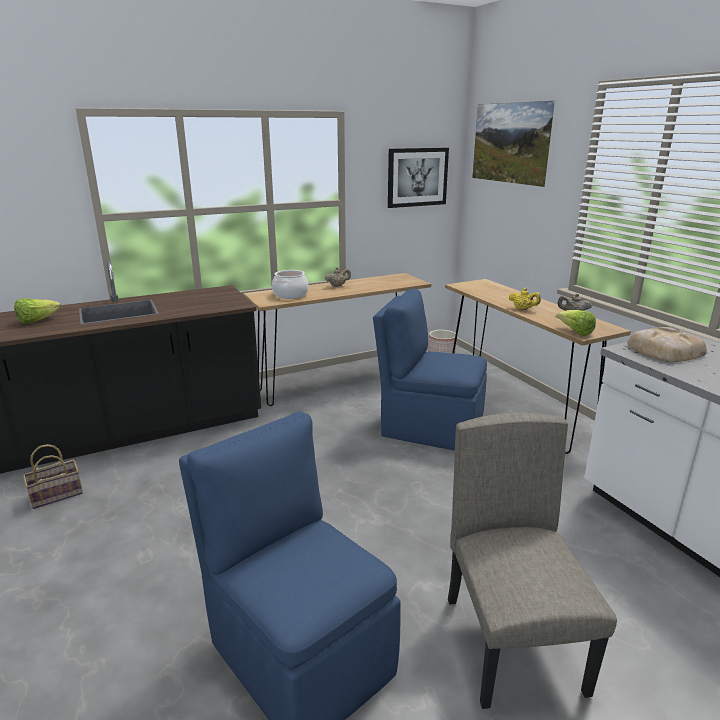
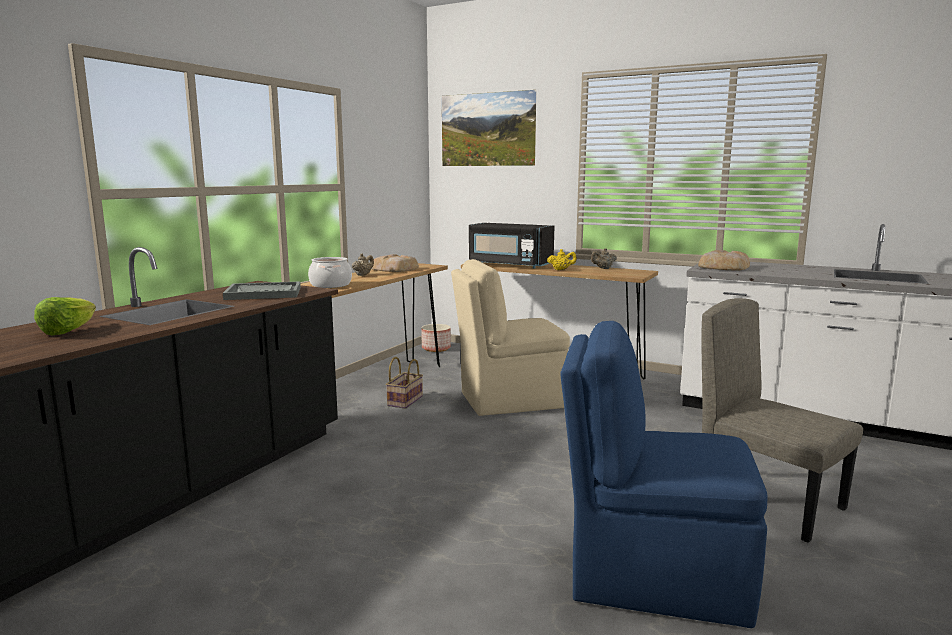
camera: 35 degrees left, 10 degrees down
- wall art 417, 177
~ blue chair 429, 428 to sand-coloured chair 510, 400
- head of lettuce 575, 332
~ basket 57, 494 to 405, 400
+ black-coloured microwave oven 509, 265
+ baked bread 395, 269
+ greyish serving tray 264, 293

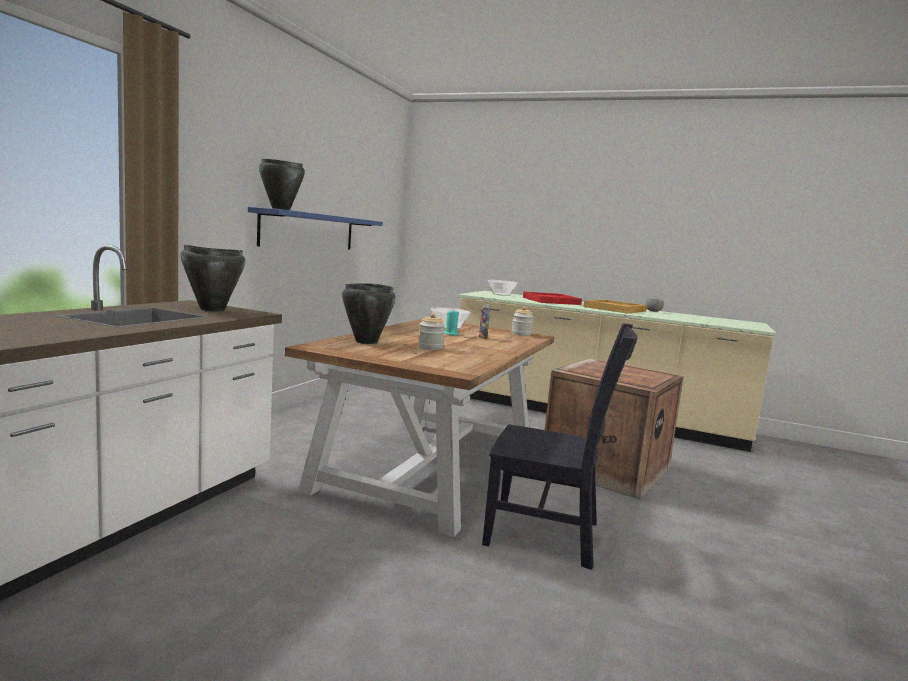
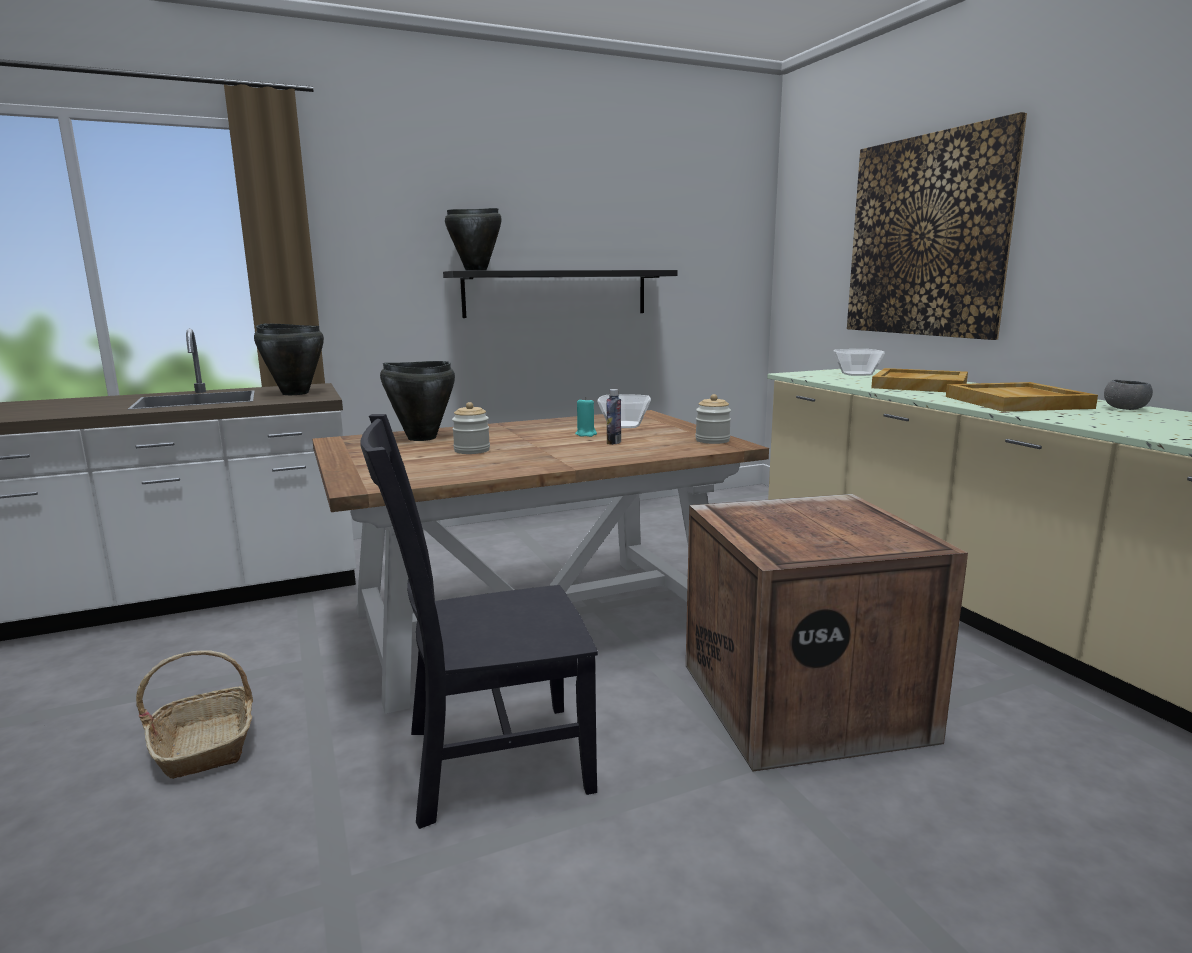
camera: 45 degrees right, 5 degrees up
~ blue shelf 309, 231 to black-coloured shelf 556, 293
~ red-coloured serving tray 550, 301 to sand-coloured serving tray 919, 385
~ black-coloured chair 548, 535 = 488, 761 105 degrees clockwise
+ wall art 926, 236
+ basket 206, 744

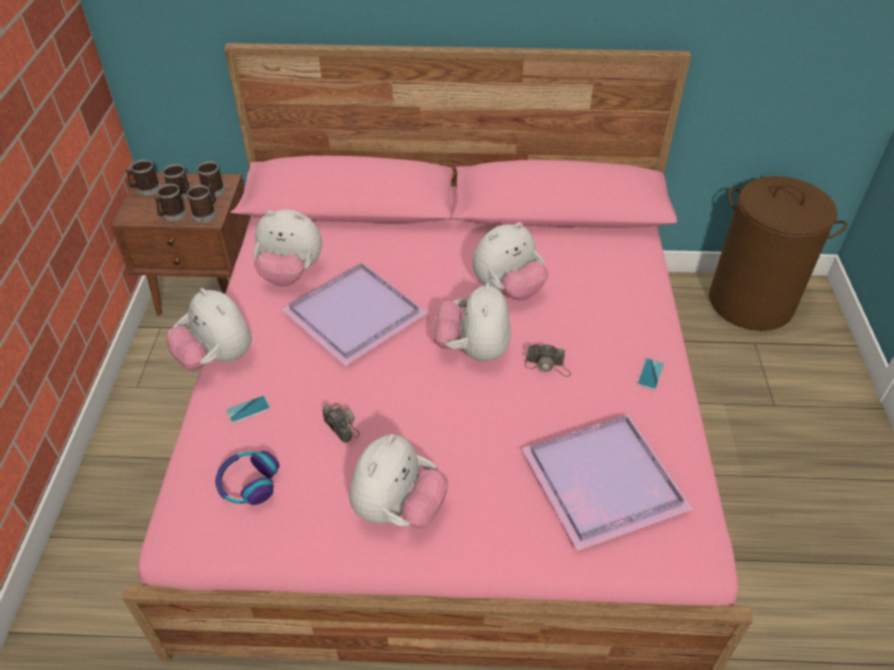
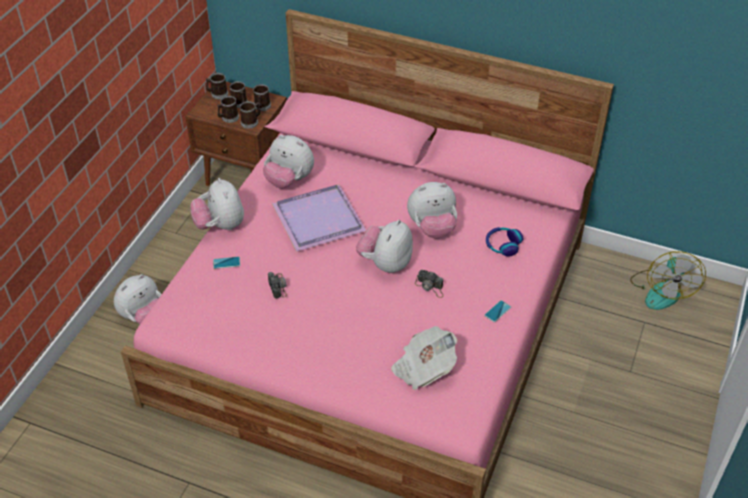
camera: 20 degrees right, 0 degrees up
~ brown-coloured washing basket 751, 302 to cooling fan 661, 290
~ purple-coloured serving tray 602, 484 to daily paper 423, 368
~ plush toy 398, 509 to 144, 317
~ headphones 248, 483 to 502, 245

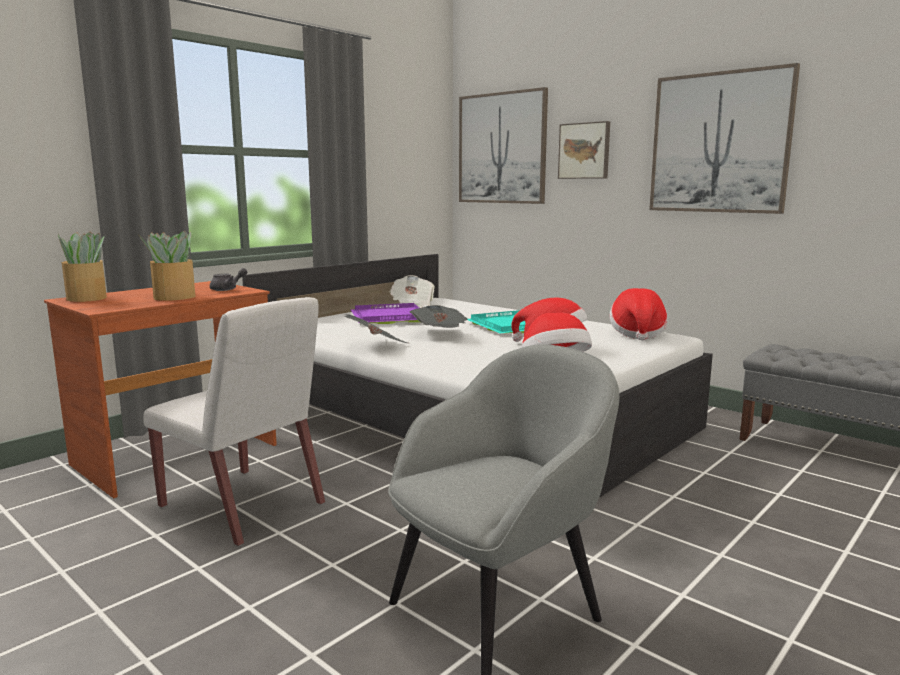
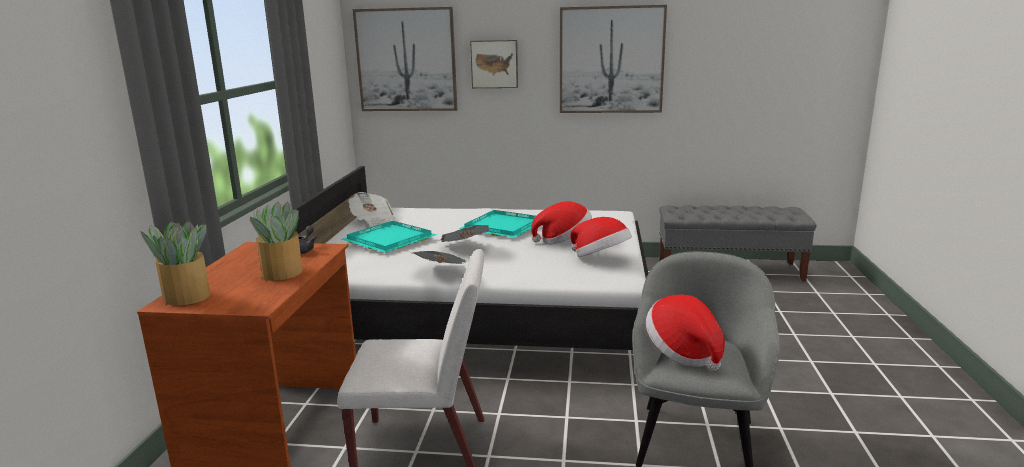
camera: 35 degrees left, 5 degrees up
~ wearable hat 637, 333 to 683, 352
~ purple-coloured serving tray 388, 317 to turquoise serving tray 387, 240

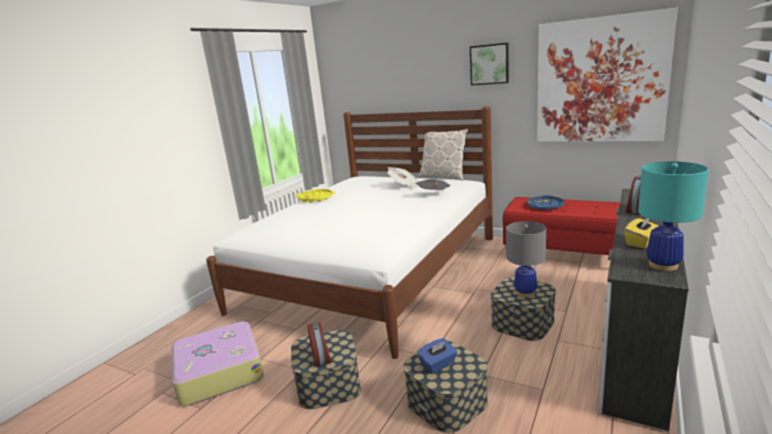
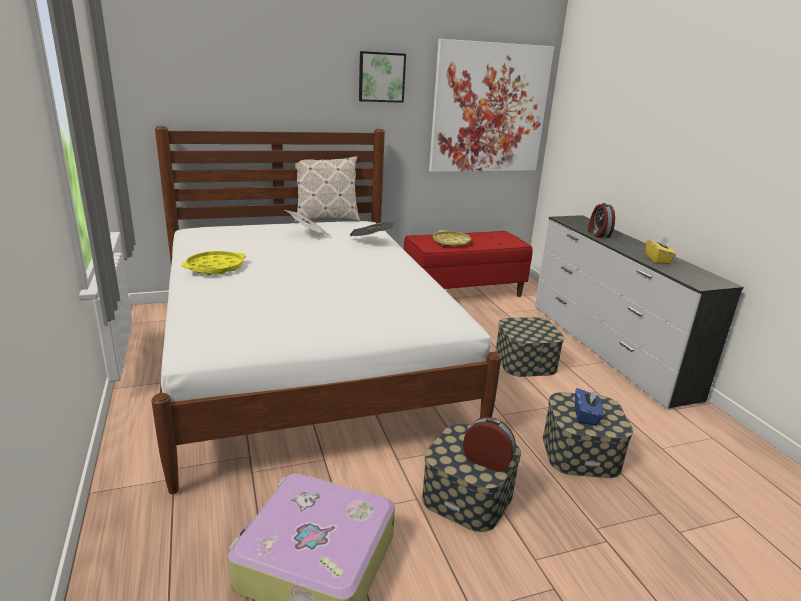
camera: 50 degrees left, 5 degrees up
- turquoise tabletop lamp 663, 265
~ blue serving tray 545, 206 to yellow serving tray 451, 242
- greyish tabletop lamp 525, 292

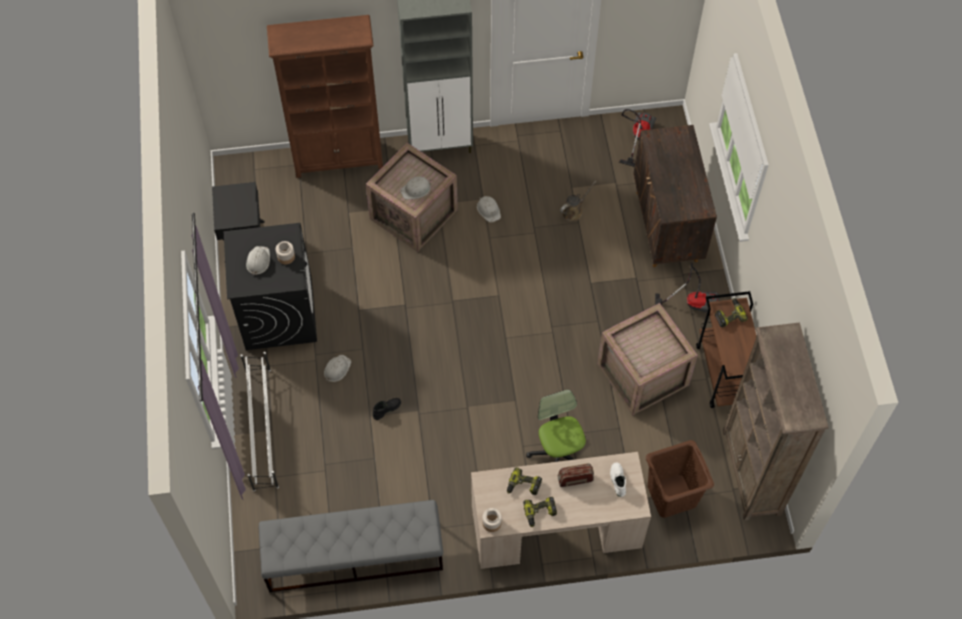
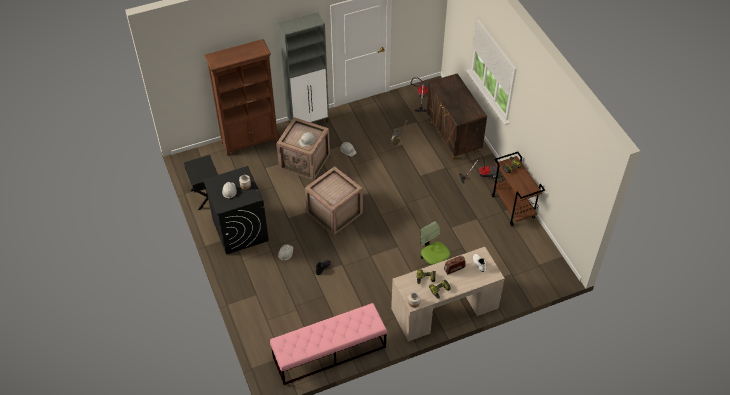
camera: 15 degrees left, 10 degrees down
~ packing crate 641, 374 to 333, 213
- brown-coloured bookcase 751, 473
- white shoe rack 262, 428
- brown-coloured washing basket 672, 496
~ greyish long seat 353, 556 to pink long seat 329, 352

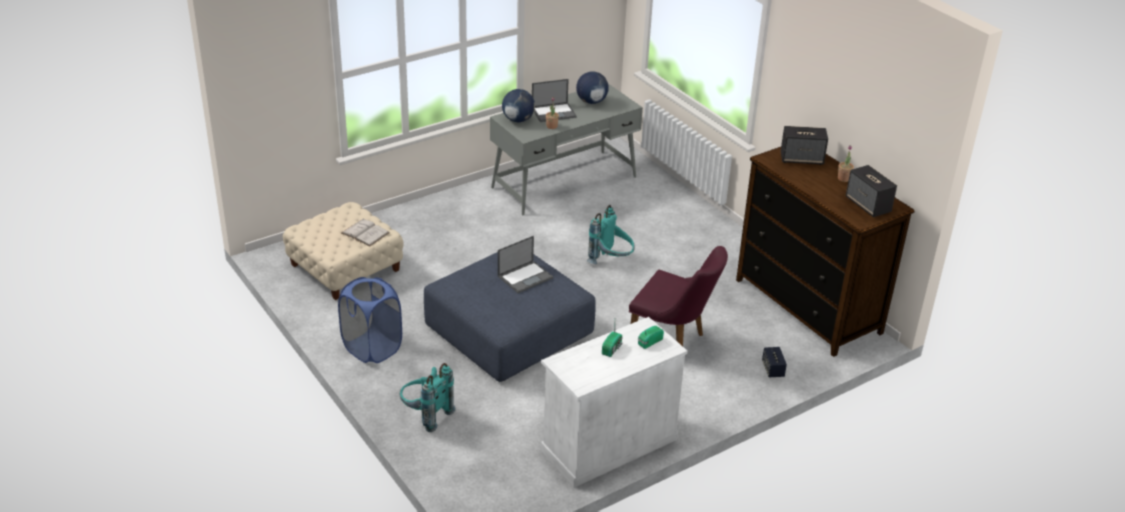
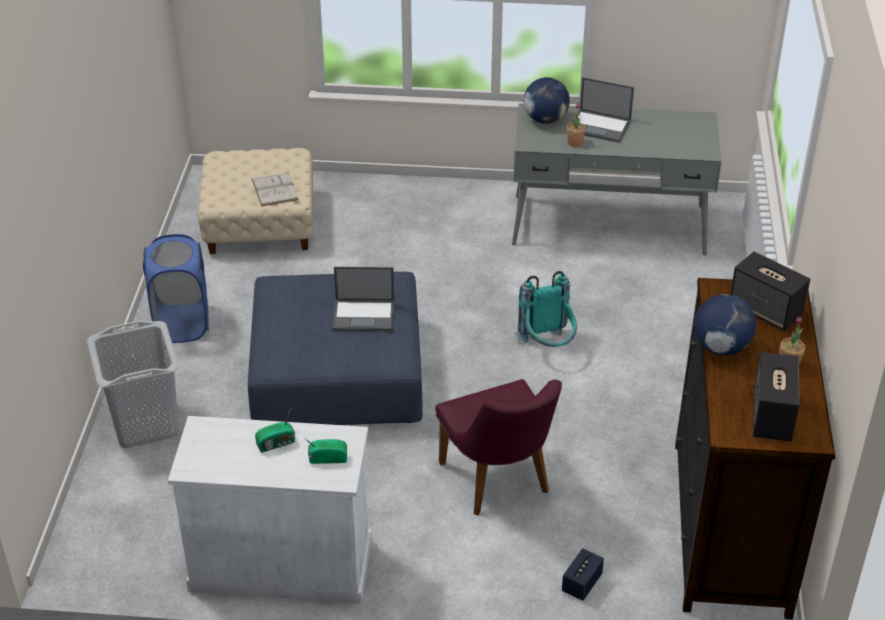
camera: 40 degrees right, 5 degrees up
~ desk globe 591, 102 to 720, 347
~ turquoise backpack 425, 415 to greyish washing basket 145, 424

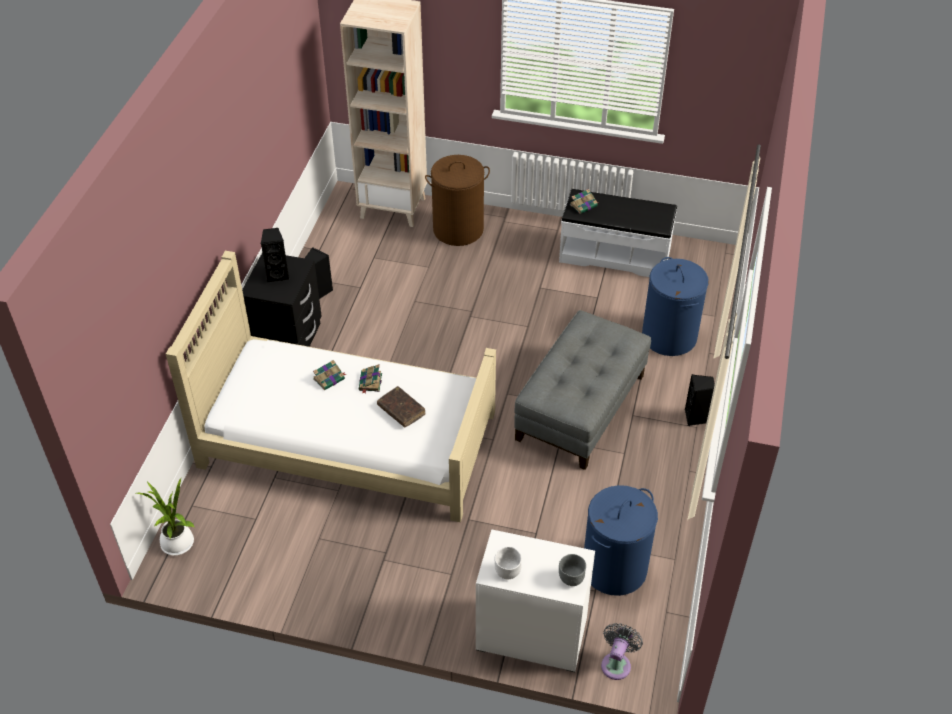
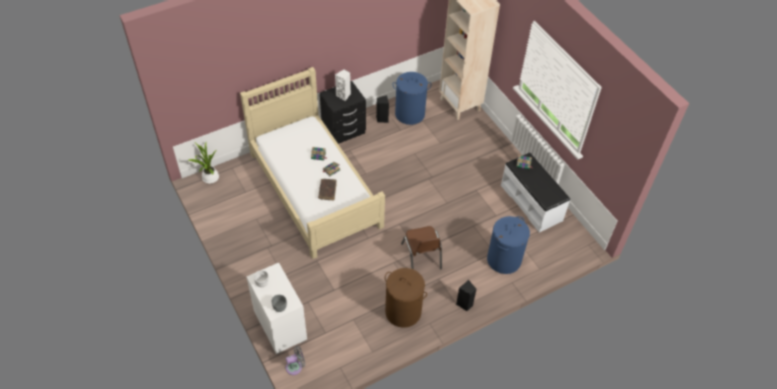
camera: 45 degrees right, 5 degrees up
~ brown-coloured washing basket 458, 229 to 403, 311
~ black-coloured loudspeaker 278, 275 to white loudspeaker 344, 95
~ greyish footrest 581, 407 to brown-coloured chair 421, 256
~ blue washing basket 614, 569 to 409, 114

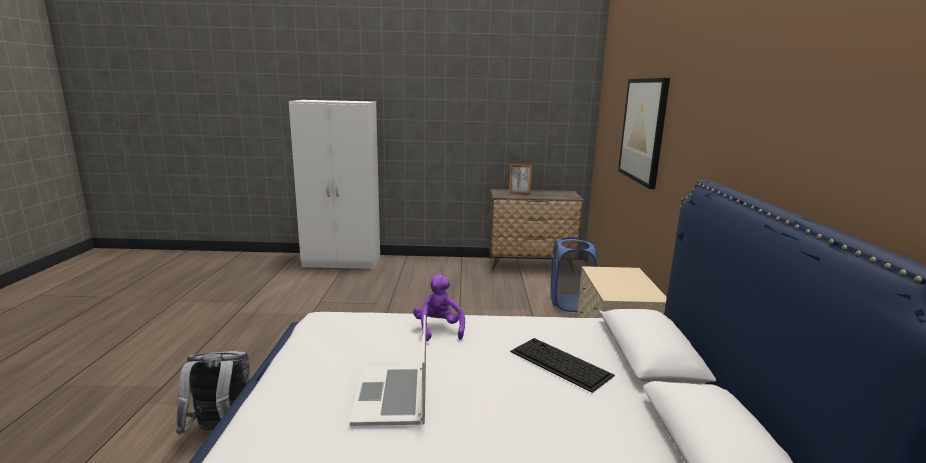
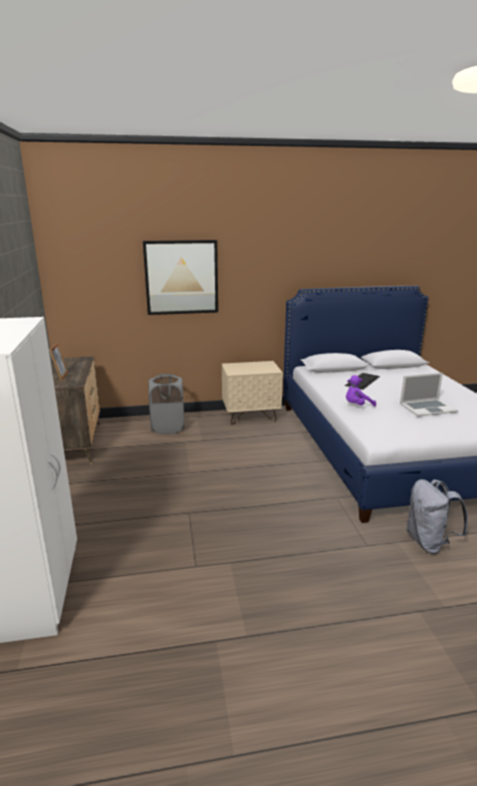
camera: 100 degrees left, 5 degrees up
~ blue washing basket 570, 303 to greyish washing basket 168, 427

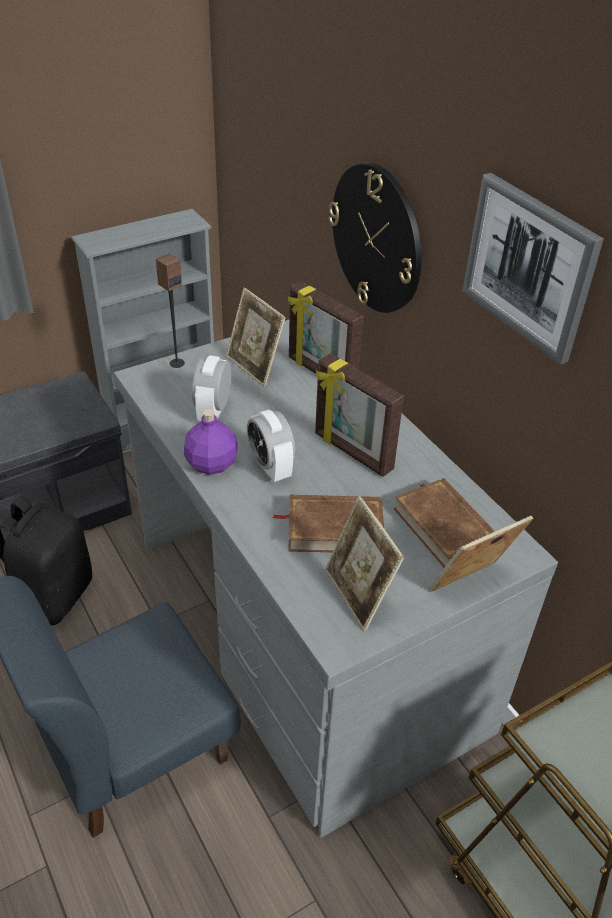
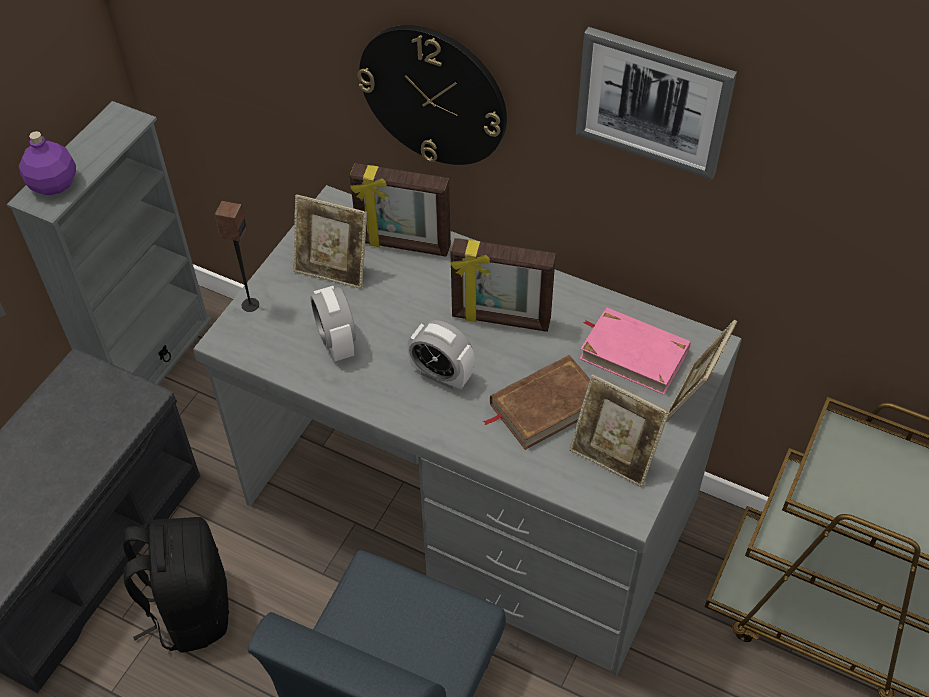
camera: 30 degrees left, 10 degrees up
~ purple-coloured beverage bottle 212, 464 to 54, 184
~ brown-coloured bound book 444, 527 to pink bound book 633, 354

